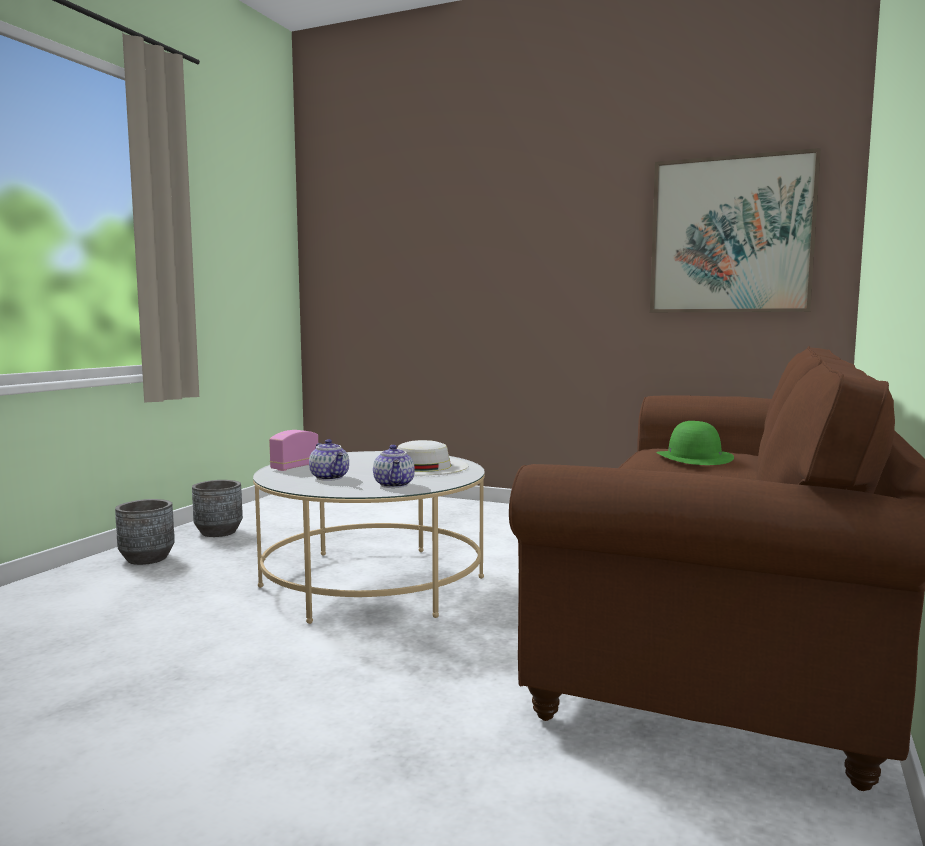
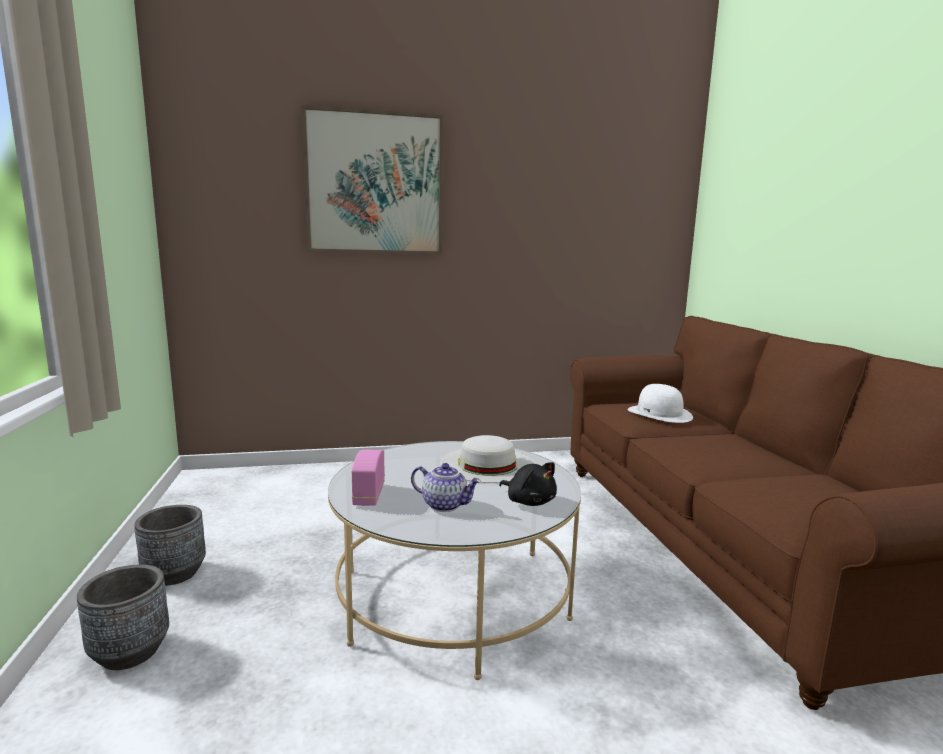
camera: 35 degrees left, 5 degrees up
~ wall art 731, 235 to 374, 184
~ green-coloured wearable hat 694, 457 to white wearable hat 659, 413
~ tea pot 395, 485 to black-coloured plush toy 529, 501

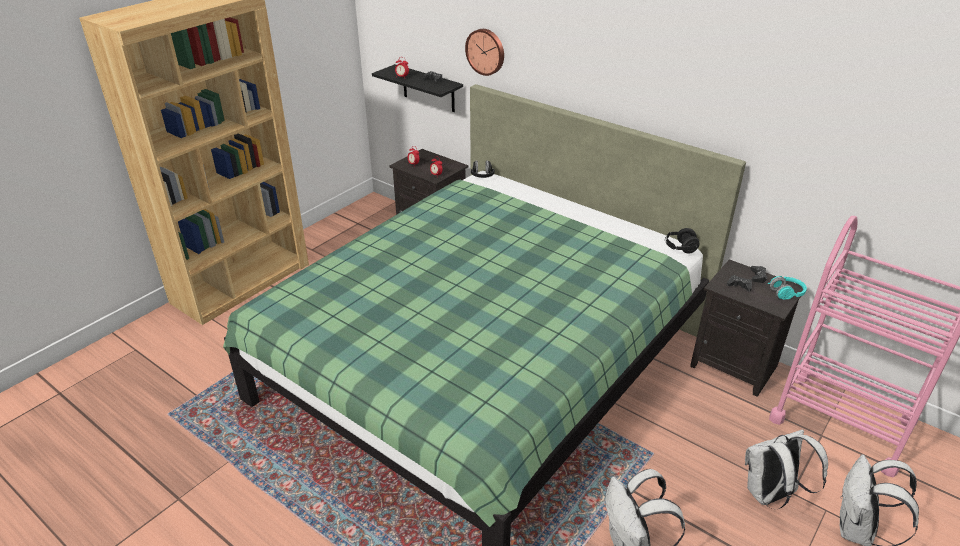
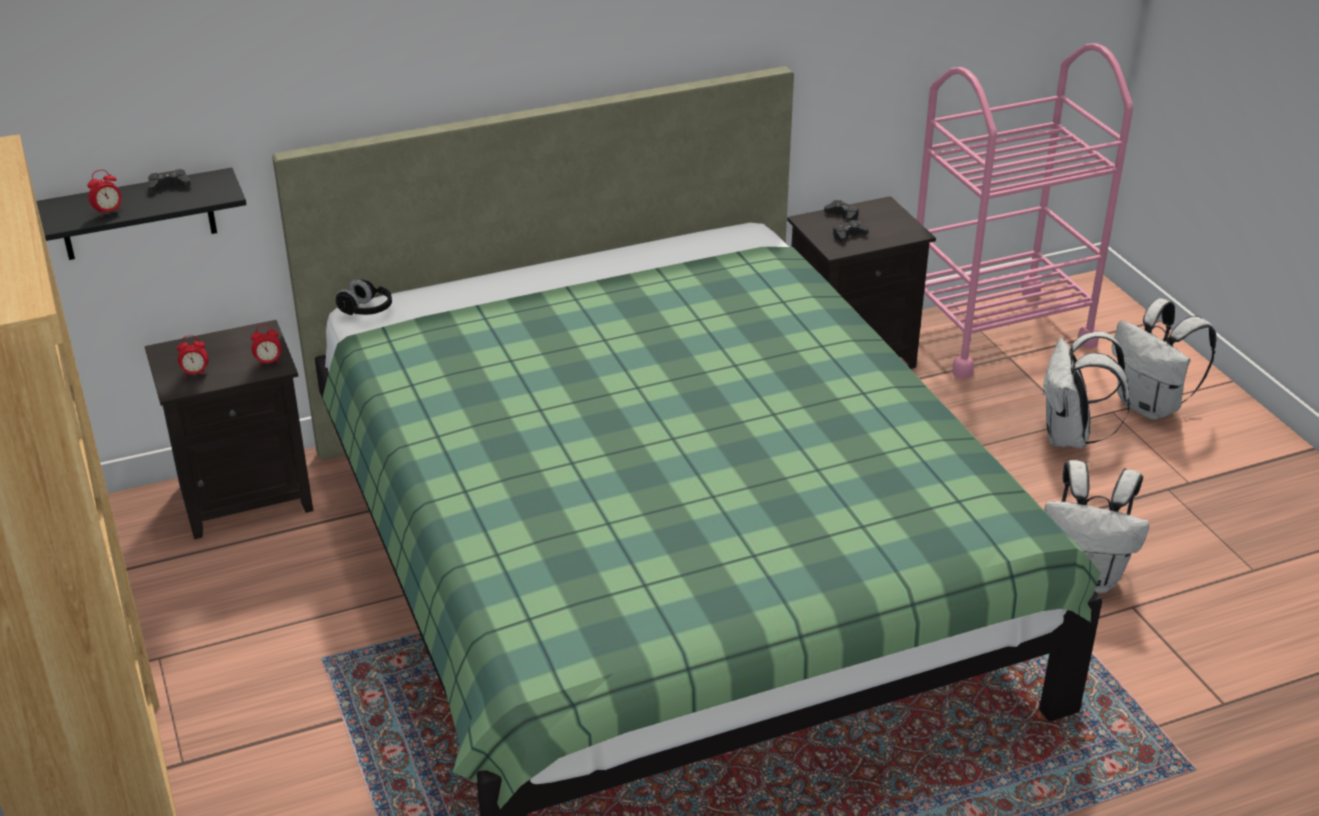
camera: 60 degrees left, 0 degrees up
- wall clock 486, 51
- black-coloured headphones 680, 248
- turquoise headphones 786, 293

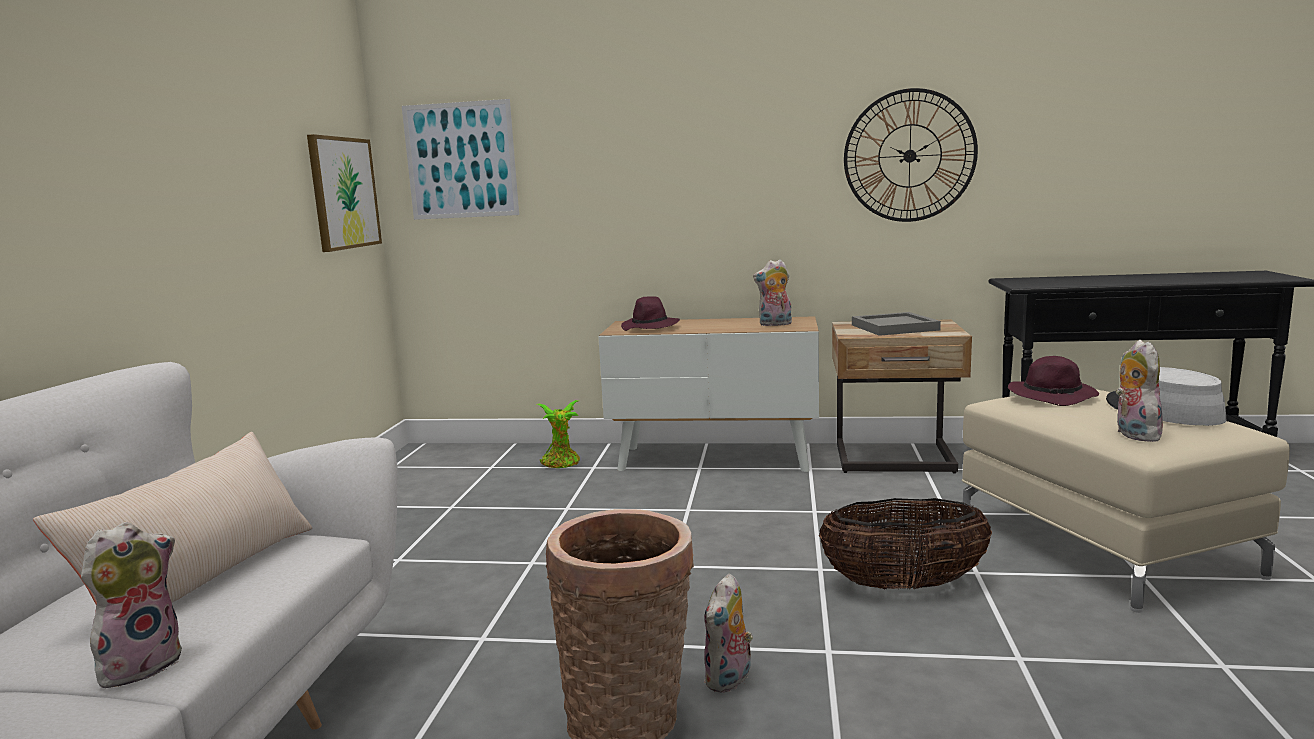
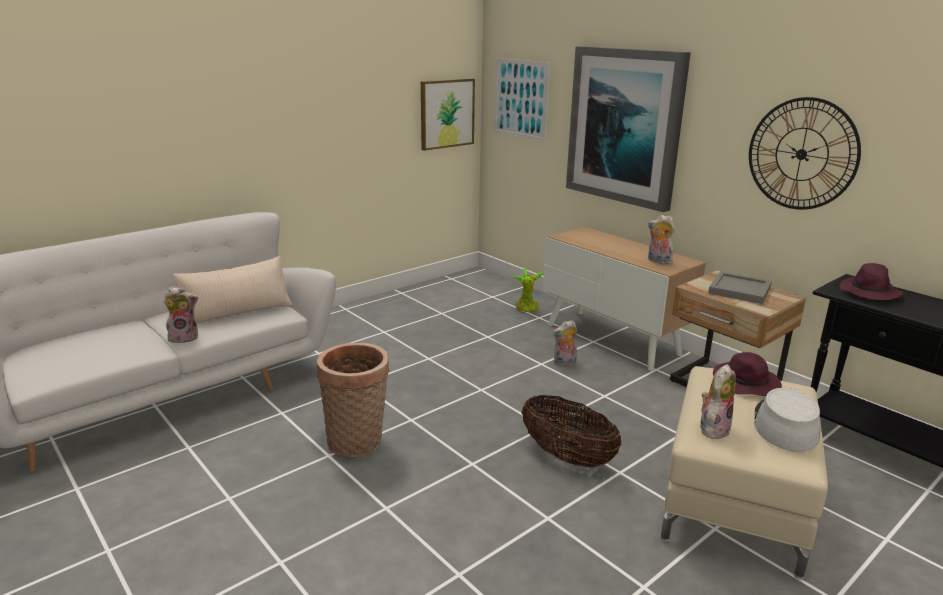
camera: 40 degrees right, 10 degrees up
~ purple-coloured wearable hat 650, 327 to 869, 293
~ plush toy 729, 680 to 564, 363
+ wall art 625, 126

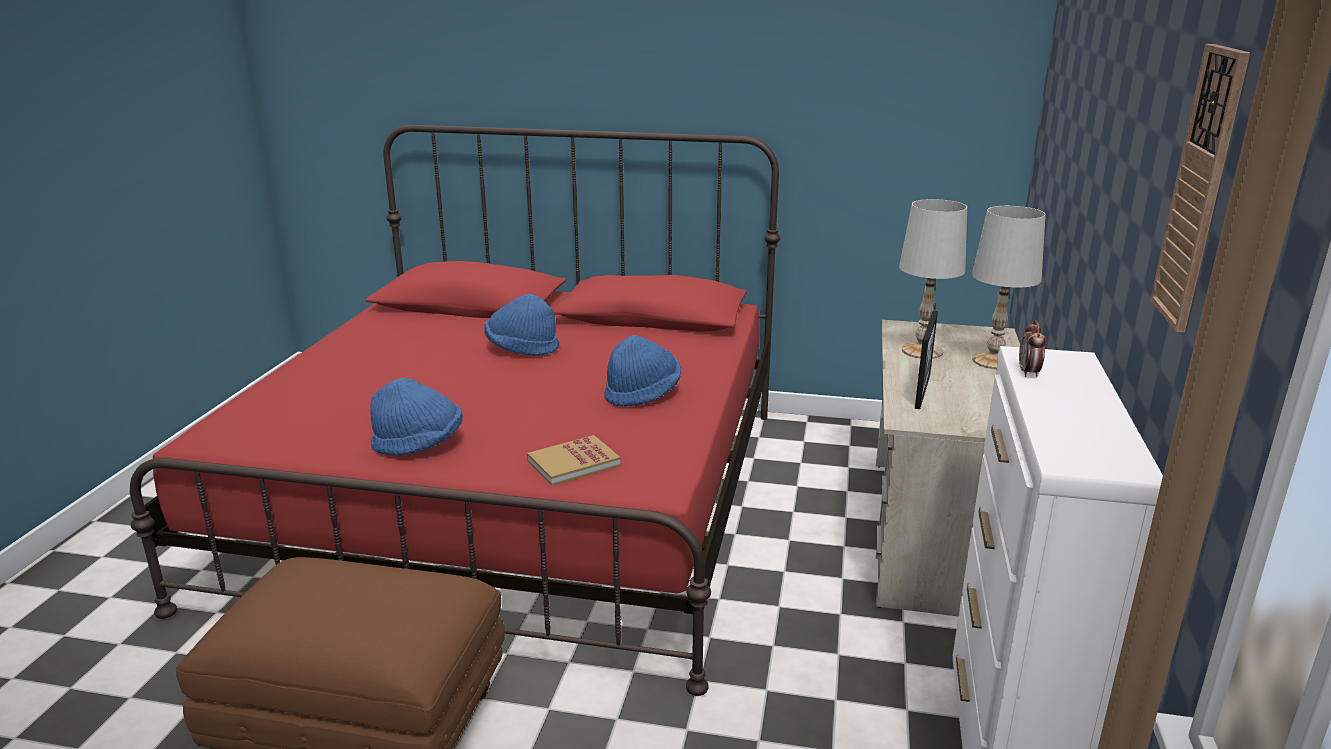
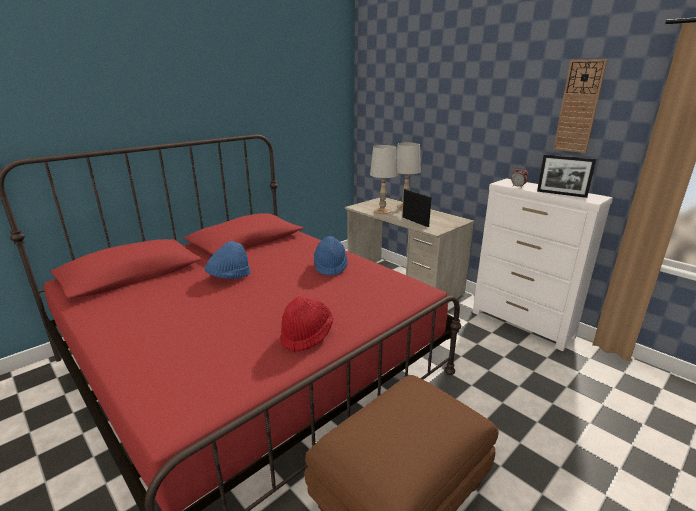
camera: 55 degrees left, 0 degrees up
~ blue wearable hat 419, 445 to red-coloured wearable hat 306, 336
- bound book 573, 463
+ photo frame 561, 194

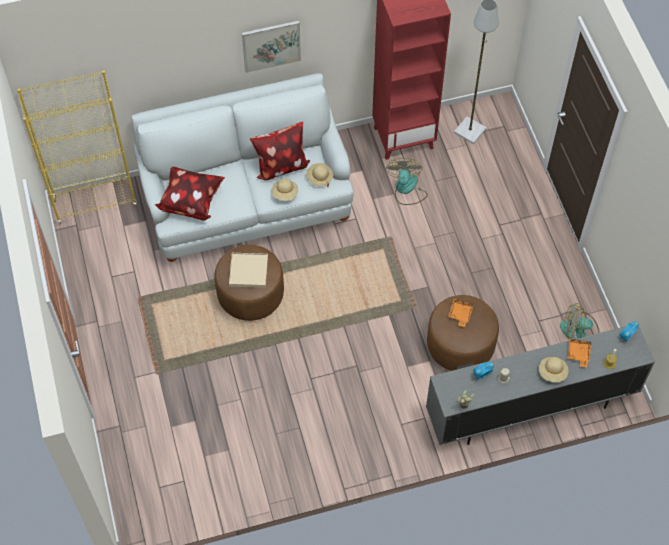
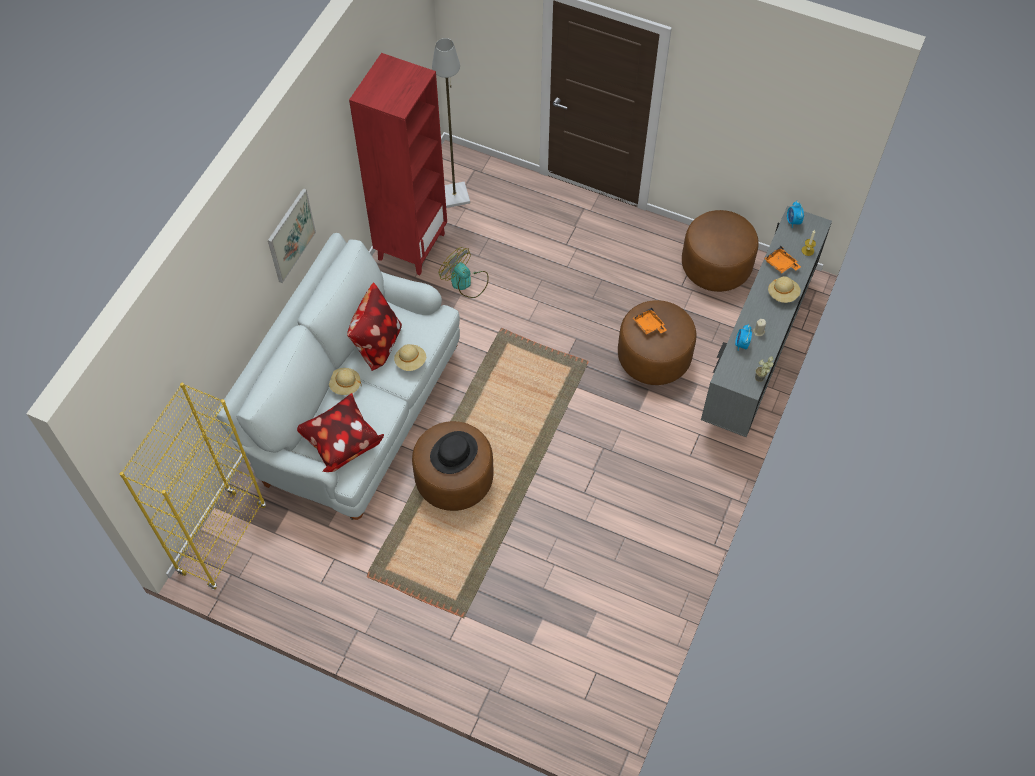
camera: 50 degrees left, 0 degrees up
~ sand-coloured wearable hat 319, 178 to 345, 385
~ sand-coloured serving tray 248, 271 to black-coloured wearable hat 453, 453
~ cooling fan 579, 331 to brown-coloured footrest 716, 266

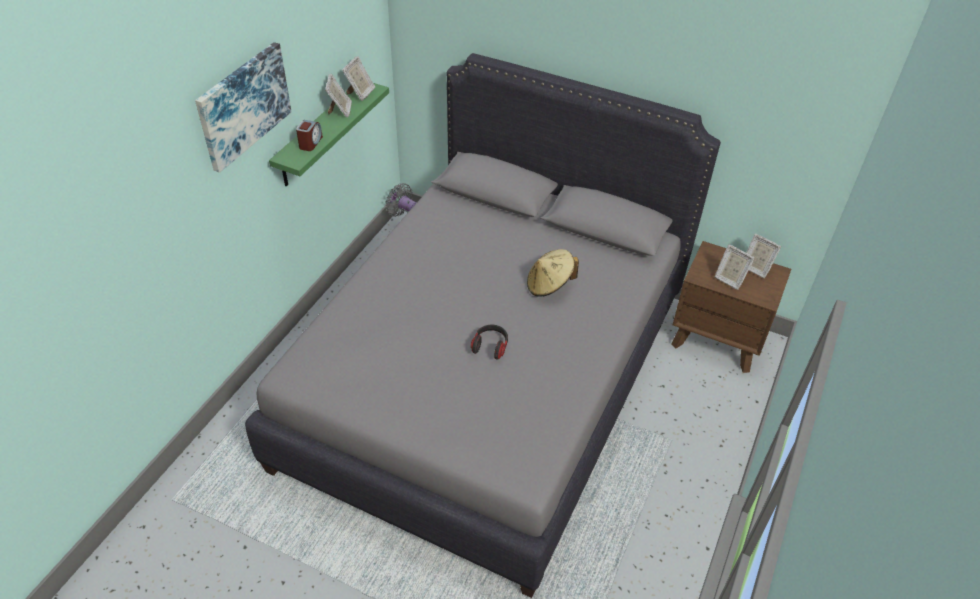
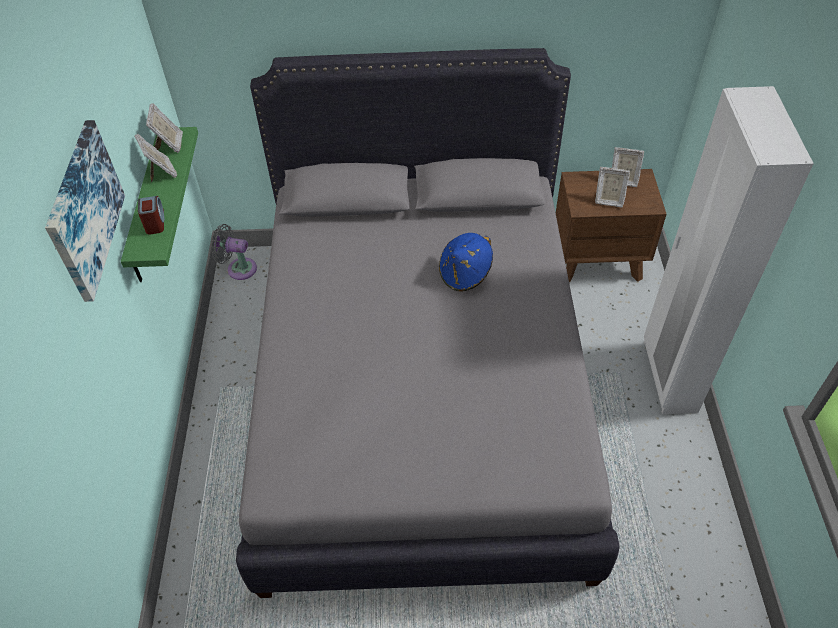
camera: 25 degrees left, 5 degrees up
~ sand-coloured wearable hat 549, 285 to blue wearable hat 465, 274
- headphones 490, 346
+ white wardrobe 668, 376

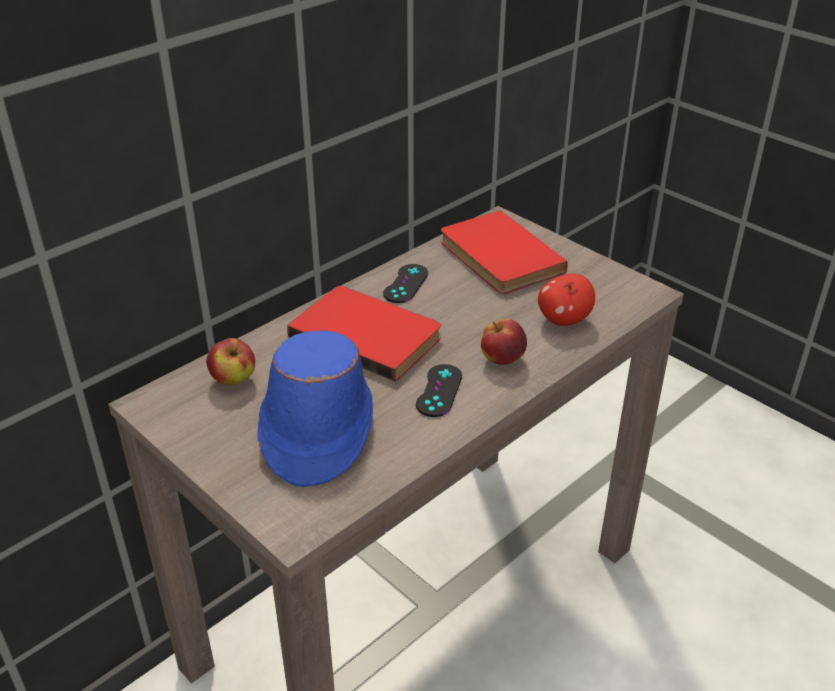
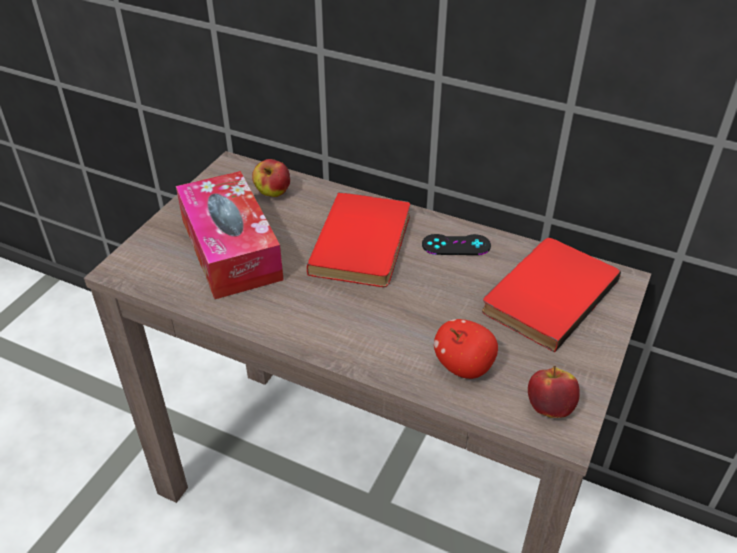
camera: 70 degrees right, 5 degrees up
~ whole apple 502, 359 to 549, 408
~ blue wearable hat 315, 429 to tissue holder 230, 249
- black-coloured gamepad 439, 390

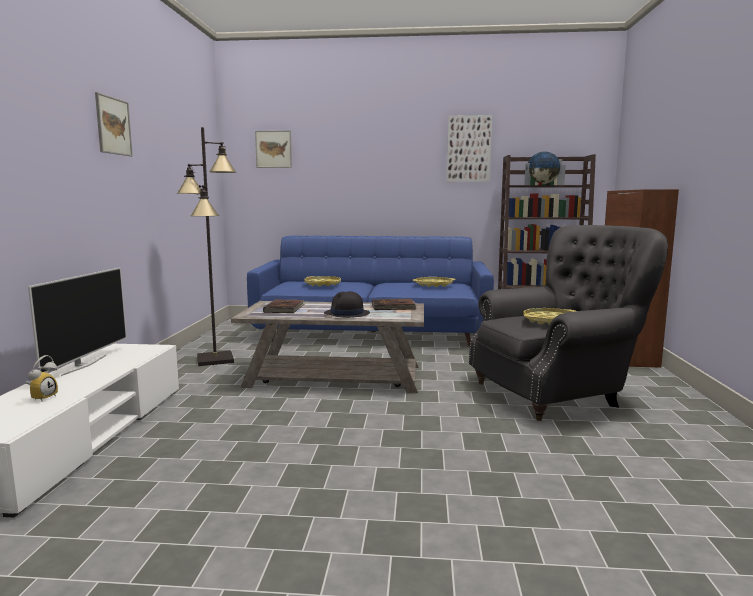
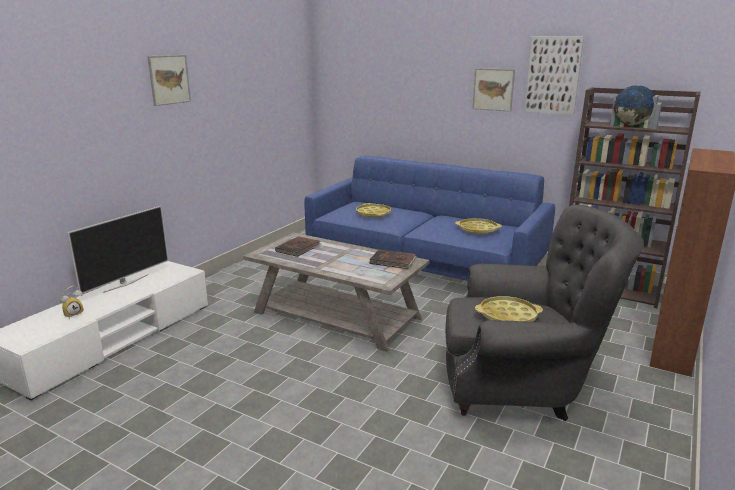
camera: 25 degrees right, 10 degrees up
- black-coloured standard lamp 215, 360
~ wall art 273, 149 to 493, 89
- black-coloured wearable hat 346, 314

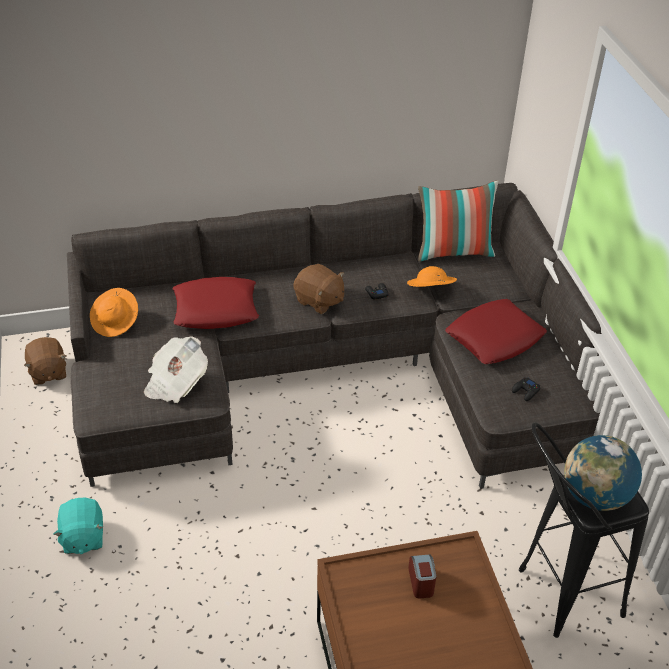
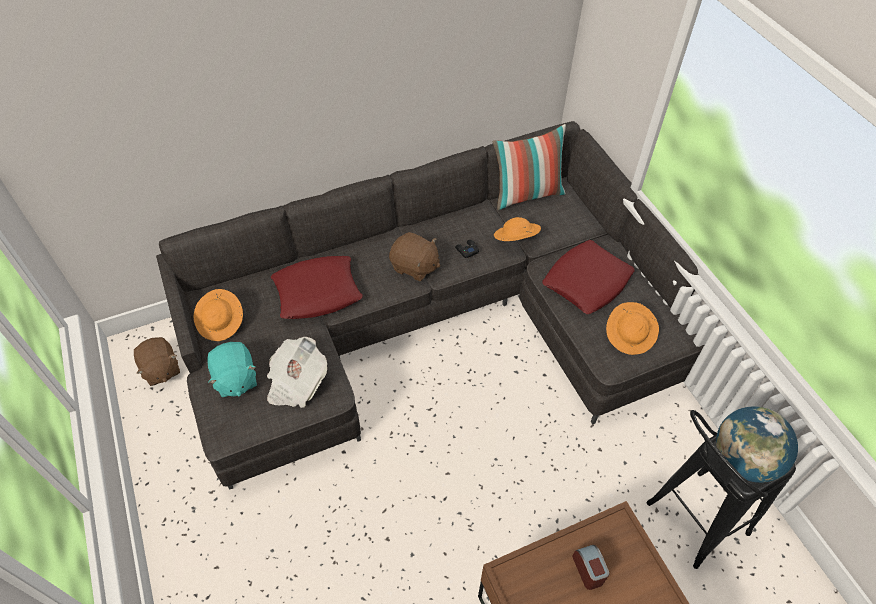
camera: 10 degrees left, 10 degrees up
~ black-coloured gamepad 525, 391 to orange-coloured wearable hat 630, 335
~ turquoise plush toy 82, 538 to 235, 379

